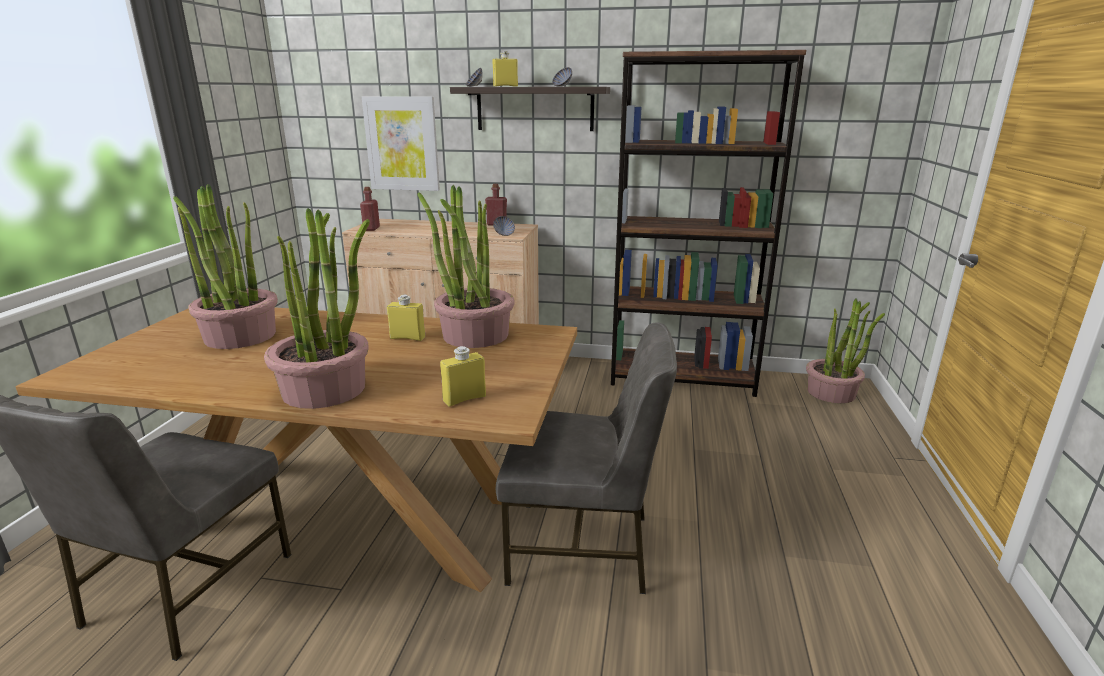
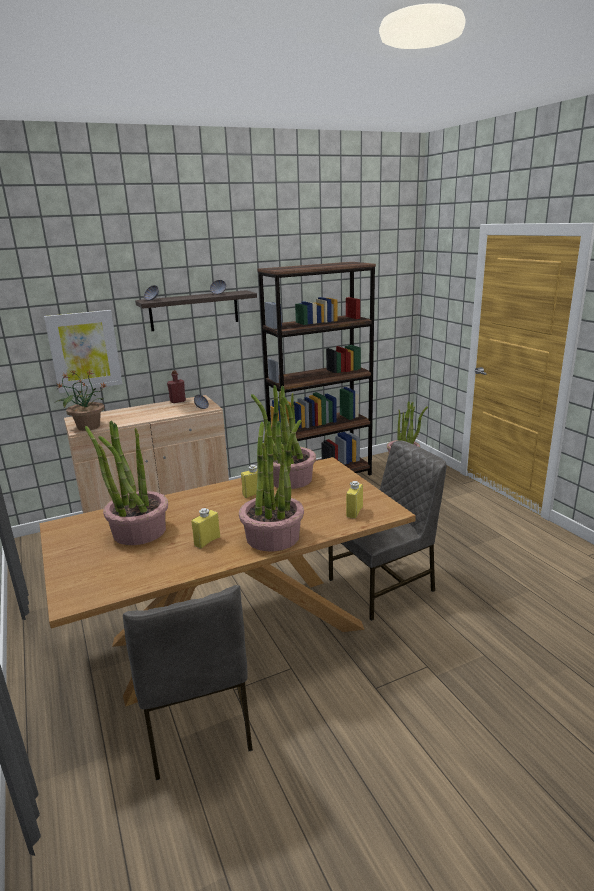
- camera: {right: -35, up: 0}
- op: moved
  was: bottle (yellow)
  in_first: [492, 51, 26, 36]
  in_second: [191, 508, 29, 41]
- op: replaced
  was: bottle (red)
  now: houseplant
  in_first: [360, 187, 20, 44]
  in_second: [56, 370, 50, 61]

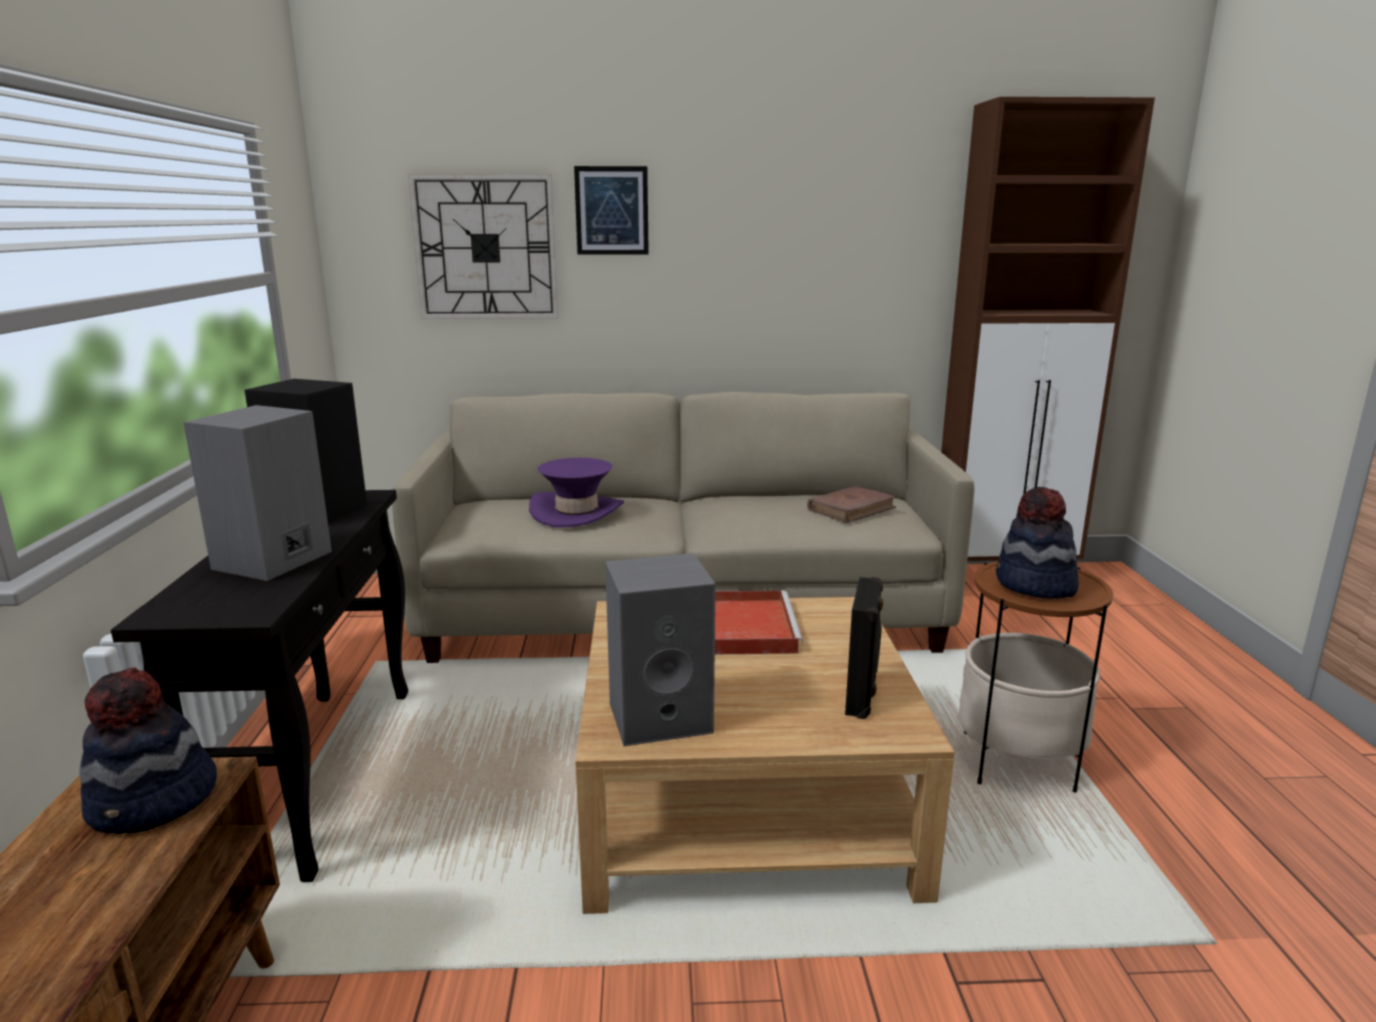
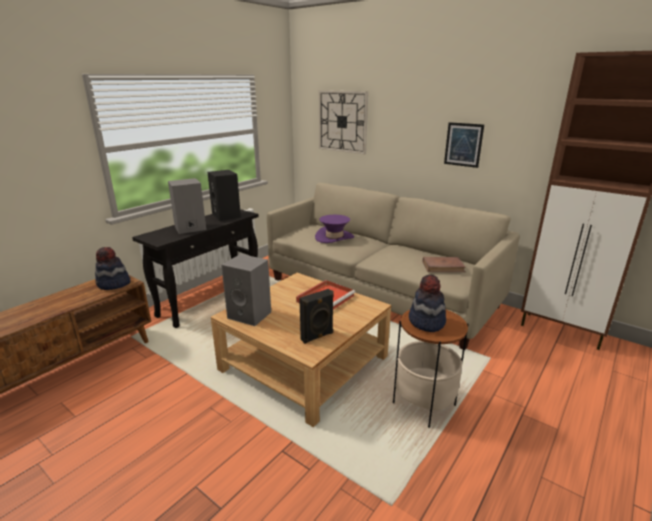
- camera: {right: 40, up: 5}
- op: moved
  was: picture
  in_first: [574, 166, 75, 89]
  in_second: [444, 122, 40, 46]

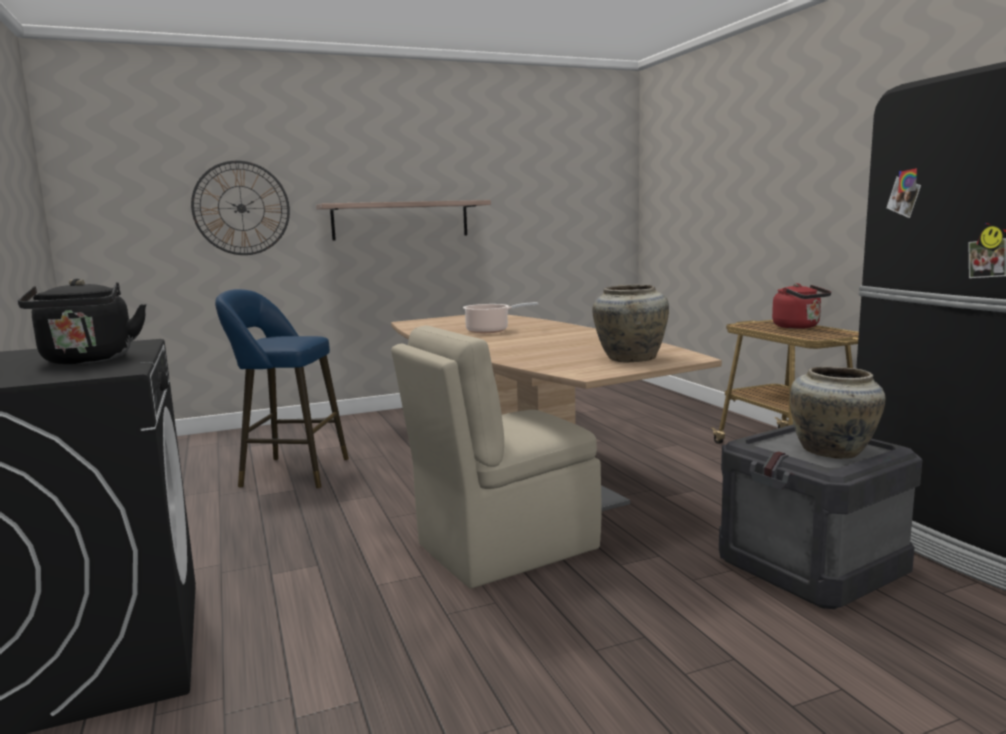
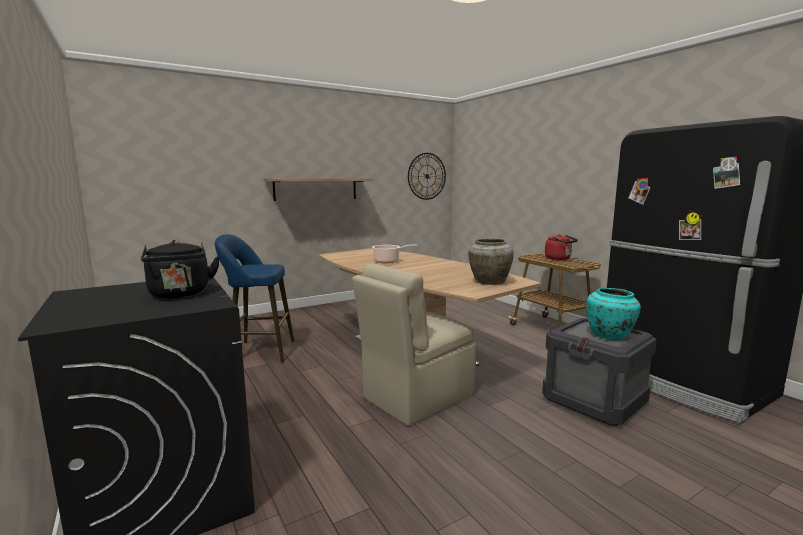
- camera: {right: -10, up: 0}
- op: moved
  was: wall clock
  in_first: [191, 160, 99, 95]
  in_second: [408, 153, 38, 47]
- op: recoloured
  was: decorative vase (sand-coloured)
  now: decorative vase (turquoise-coloured)
  in_first: [790, 367, 95, 92]
  in_second: [586, 288, 55, 52]

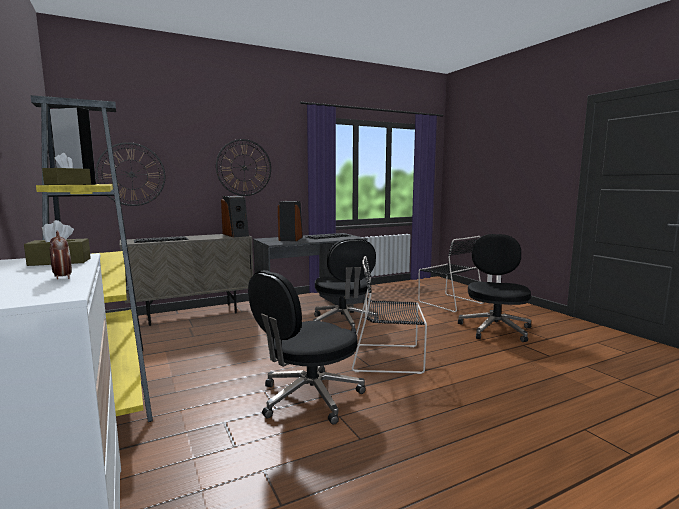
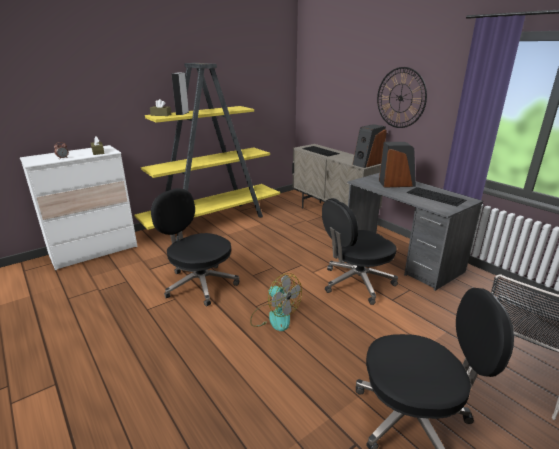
- camera: {right: 80, up: 15}
- op: removed
  was: wall clock
  in_first: [96, 142, 69, 64]
- op: replaced
  was: plain chair (black-coloured)
  now: cooling fan
  in_first: [352, 256, 75, 118]
  in_second: [250, 273, 52, 58]

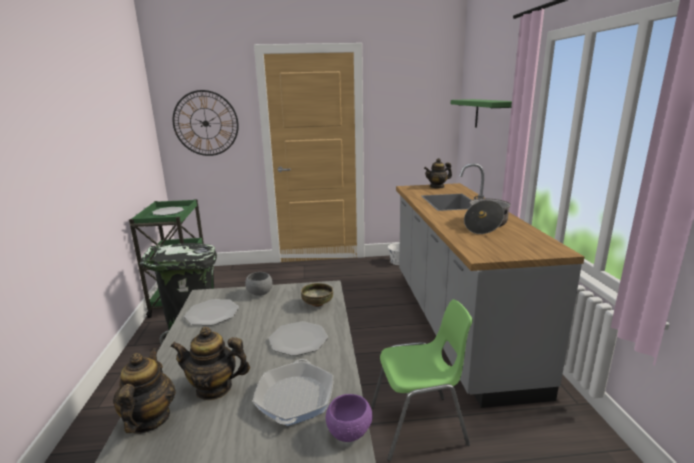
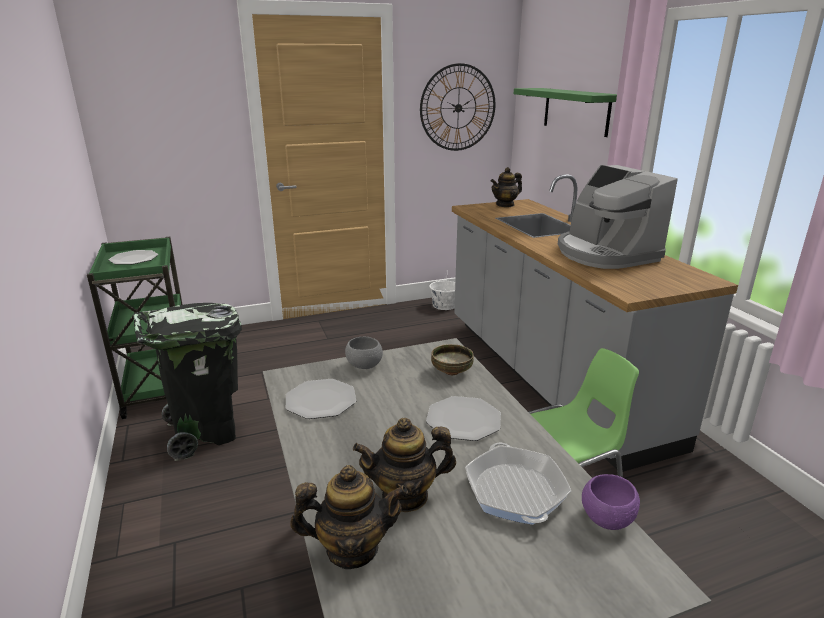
- camera: {right: -15, up: 5}
- op: moved
  was: wall clock
  in_first: [173, 90, 66, 66]
  in_second: [420, 63, 75, 88]
- op: replaced
  was: stockpot
  now: coffee maker
  in_first: [464, 196, 47, 38]
  in_second: [558, 165, 120, 104]
- op: turned
  was: pot for tea
  in_first: [113, 348, 63, 86]
  in_second: [290, 465, 118, 104]
  clockwise: 105

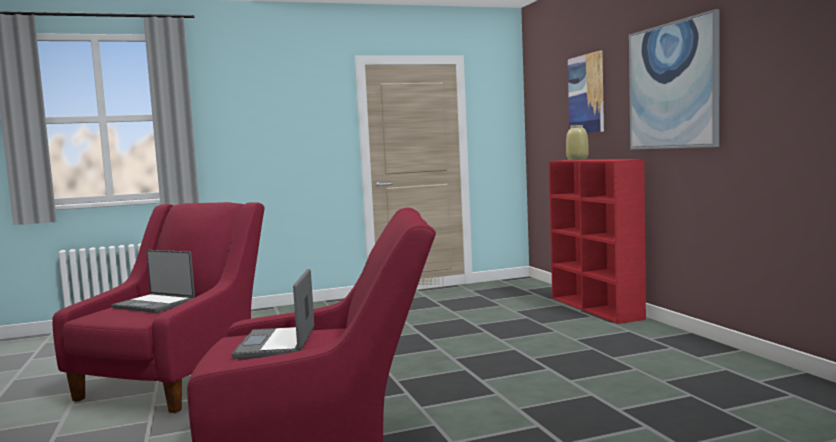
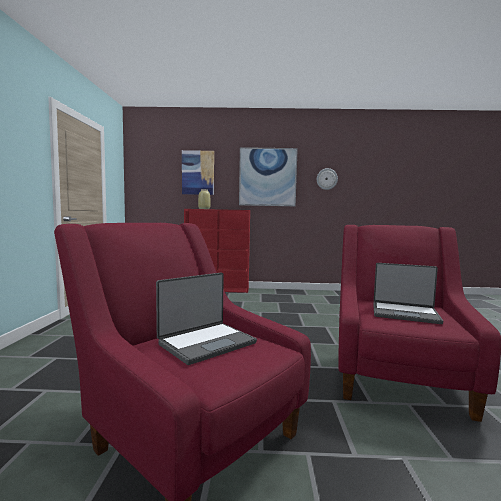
- camera: {right: -70, up: 0}
- op: added
  now: wall clock
  in_second: [317, 168, 21, 22]

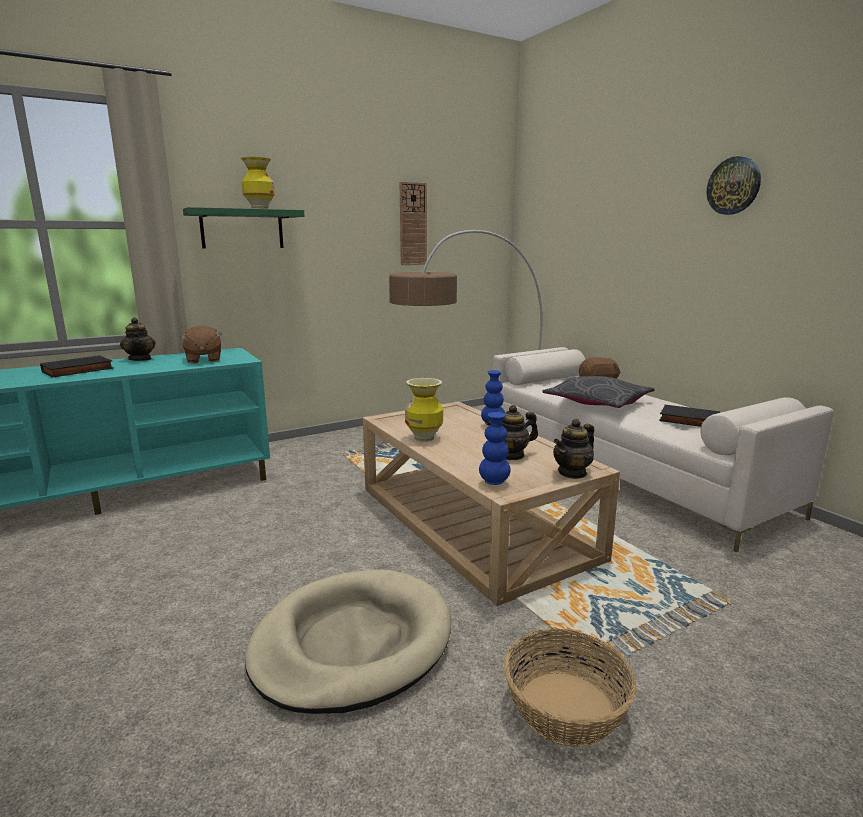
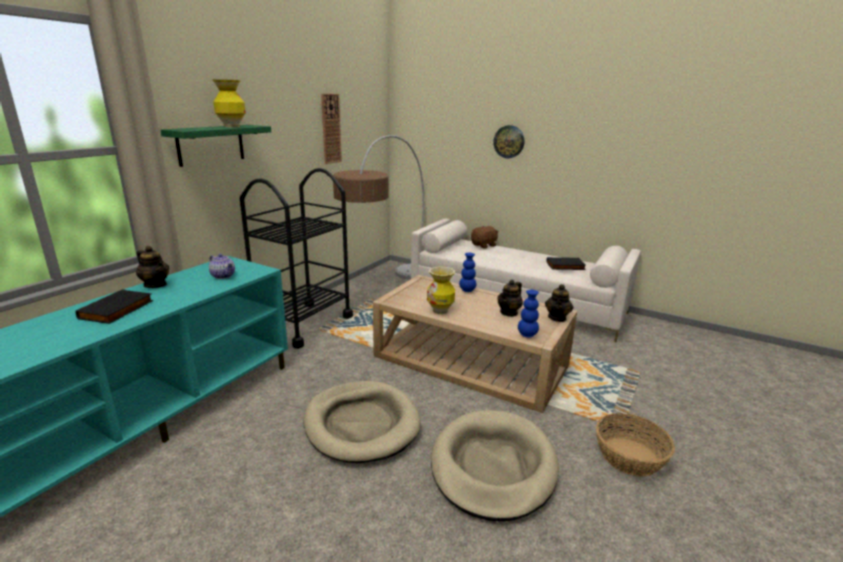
- camera: {right: -30, up: 5}
- op: moved
  was: wall clock
  in_first: [707, 156, 54, 59]
  in_second: [493, 125, 31, 33]
- op: replaced
  was: soft toy (brown-coloured)
  now: pot for tea
  in_first: [179, 325, 43, 38]
  in_second: [209, 254, 26, 25]
- op: removed
  was: throw pillow (gray)
  in_first: [542, 376, 113, 32]
- op: added
  now: trolley (black-coloured)
  in_second: [240, 168, 113, 181]
- op: added
  now: dog cushion (sand-coloured)
  in_second: [304, 381, 117, 82]

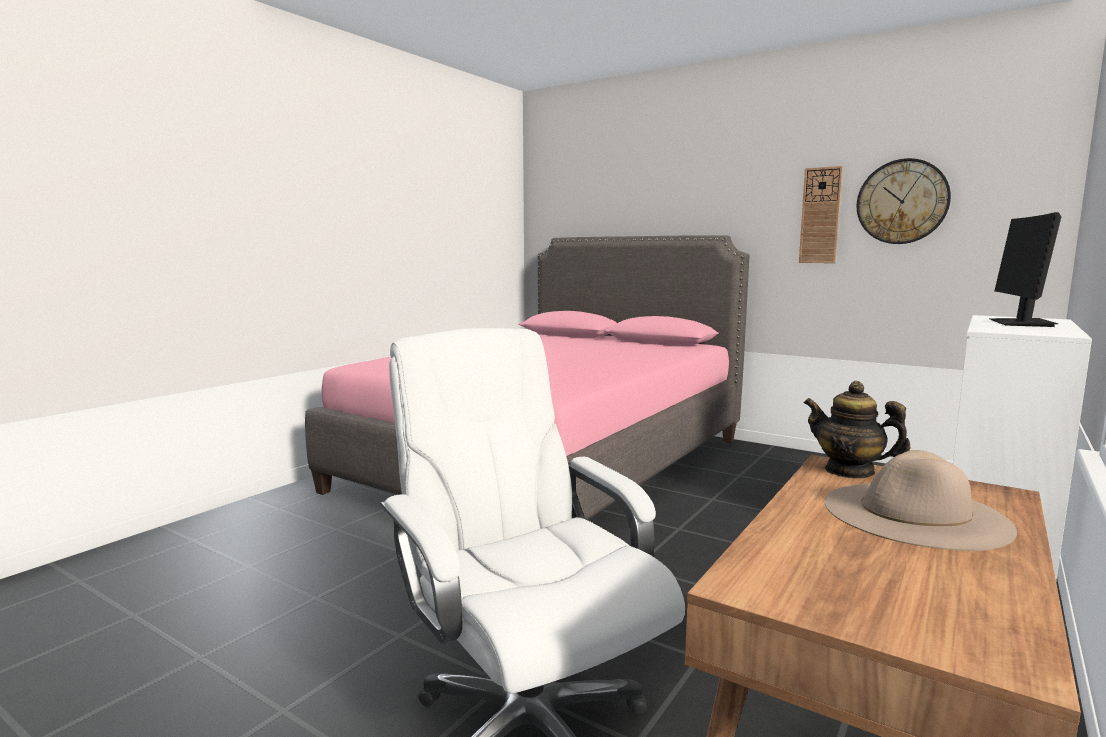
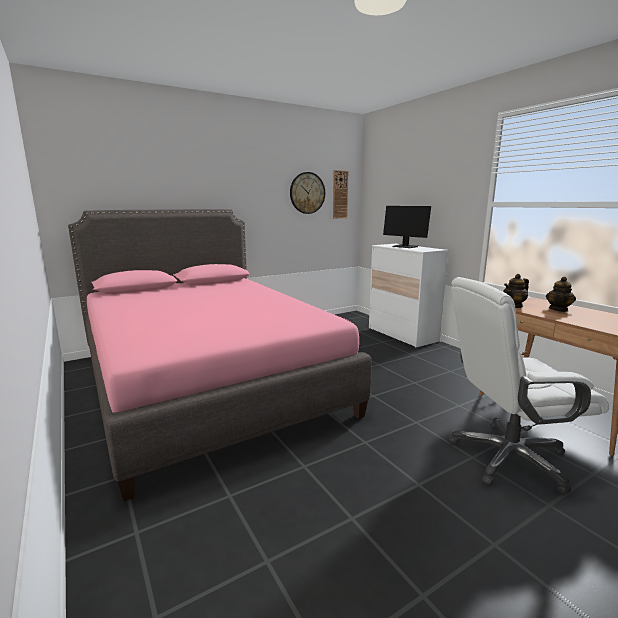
- camera: {right: -65, up: 5}
- op: moved
  was: wall clock
  in_first: [799, 166, 44, 97]
  in_second: [333, 170, 16, 48]
- op: replaced
  was: clothing hat (sand-coloured)
  now: pot for tea
  in_first: [825, 450, 192, 101]
  in_second: [546, 276, 30, 36]

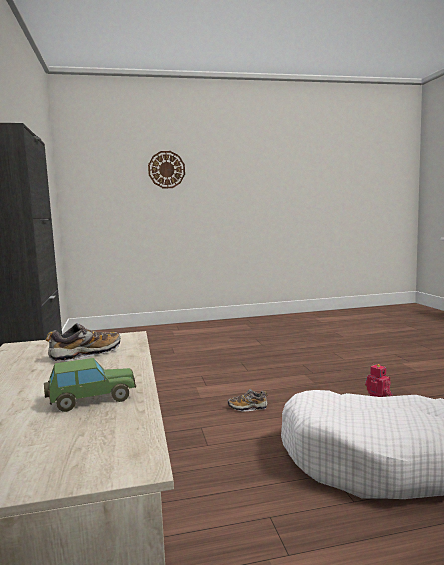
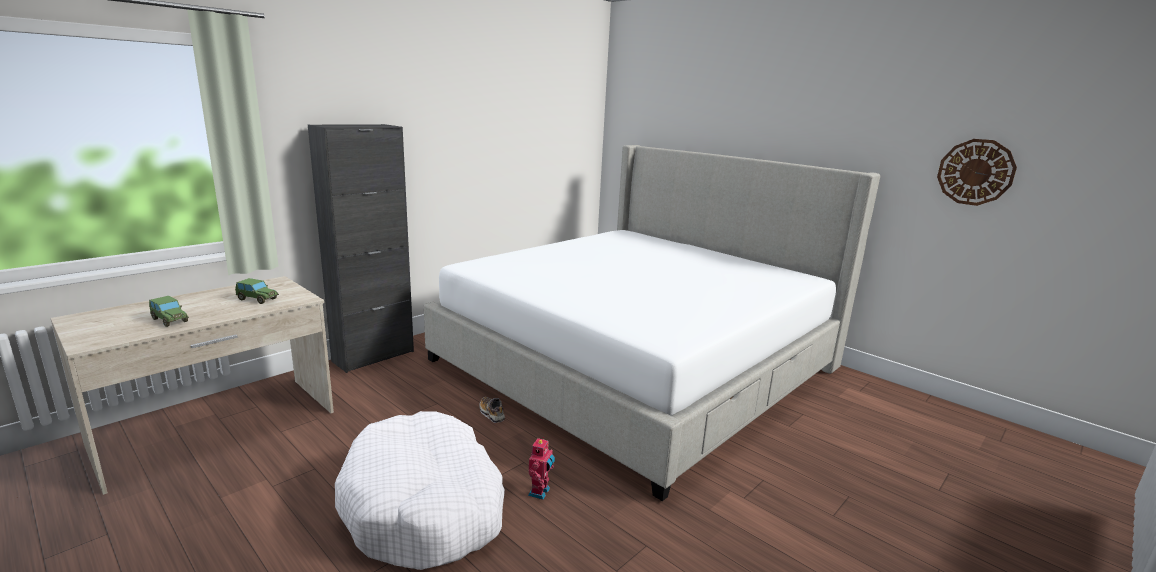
- camera: {right: 55, up: 10}
- op: moved
  was: wall clock
  in_first: [148, 151, 37, 37]
  in_second: [937, 139, 80, 67]
- op: replaced
  was: item of footwear
  now: model car
  in_first: [46, 323, 74, 38]
  in_second: [235, 278, 44, 26]
- op: added
  now: sleeping bed
  in_second: [424, 145, 456, 356]

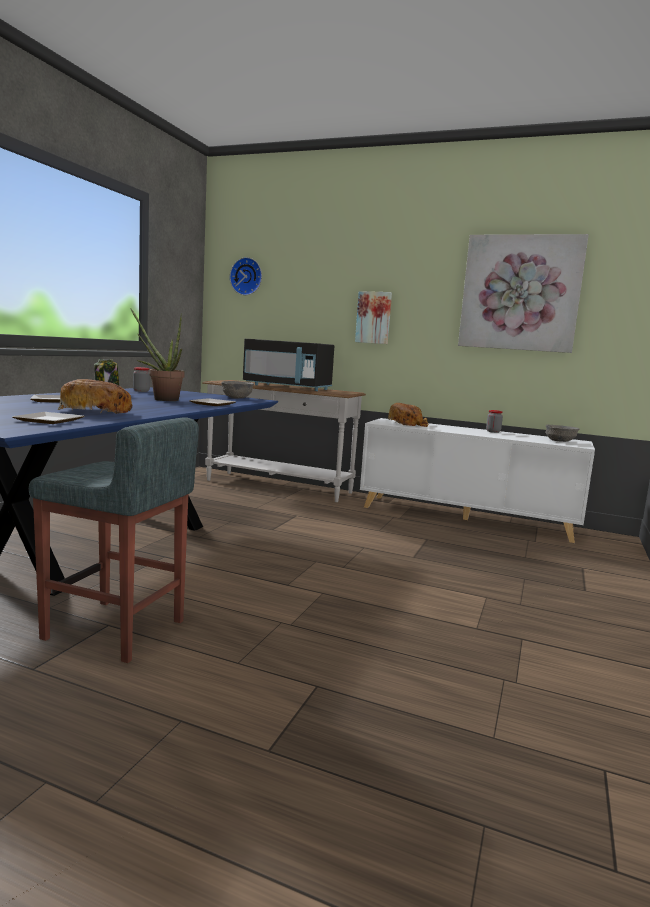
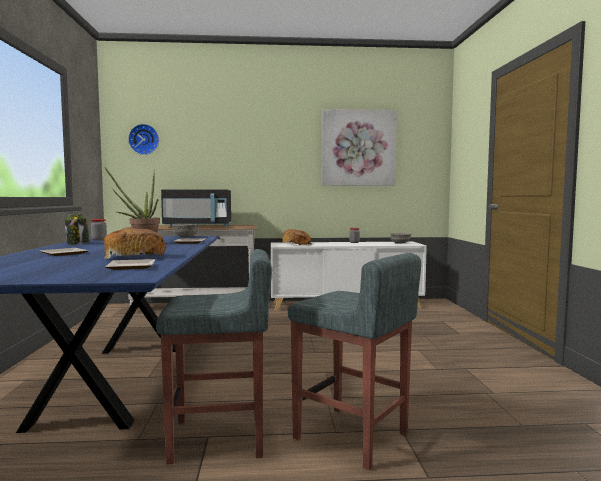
- camera: {right: -25, up: -5}
- op: removed
  was: picture
  in_first: [355, 291, 37, 53]
- op: added
  now: stool seat (gray)
  in_second: [288, 253, 133, 217]

